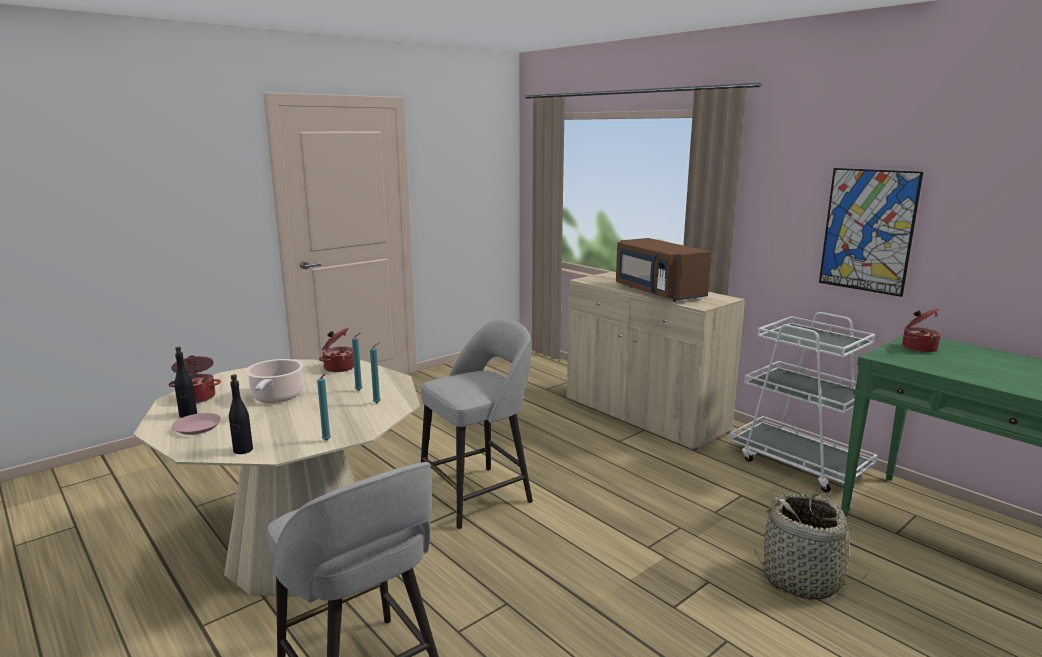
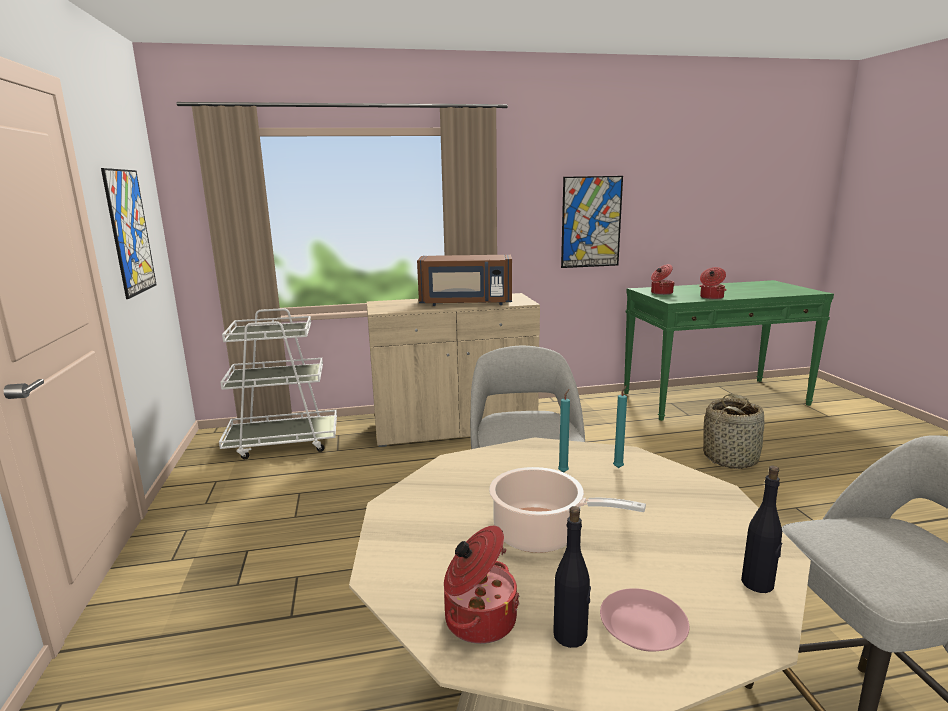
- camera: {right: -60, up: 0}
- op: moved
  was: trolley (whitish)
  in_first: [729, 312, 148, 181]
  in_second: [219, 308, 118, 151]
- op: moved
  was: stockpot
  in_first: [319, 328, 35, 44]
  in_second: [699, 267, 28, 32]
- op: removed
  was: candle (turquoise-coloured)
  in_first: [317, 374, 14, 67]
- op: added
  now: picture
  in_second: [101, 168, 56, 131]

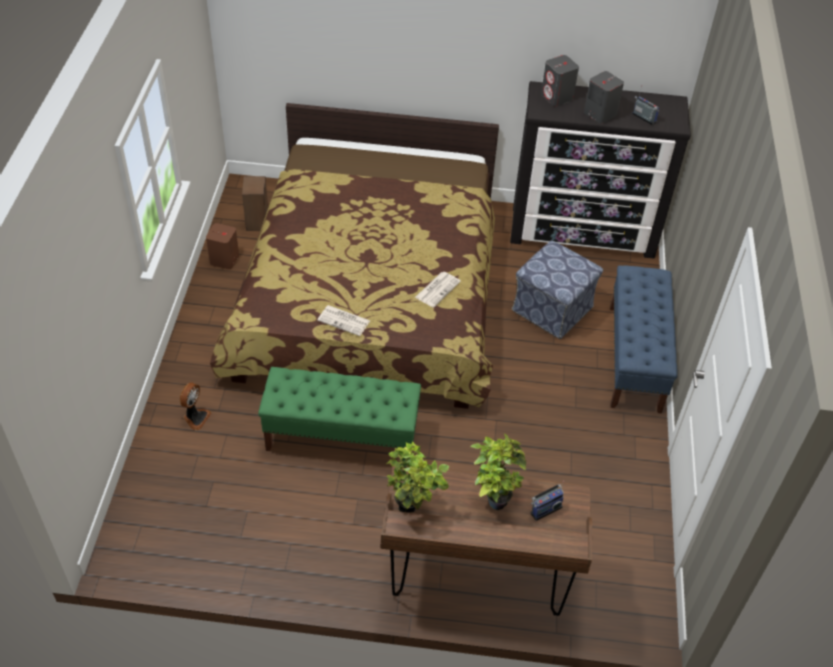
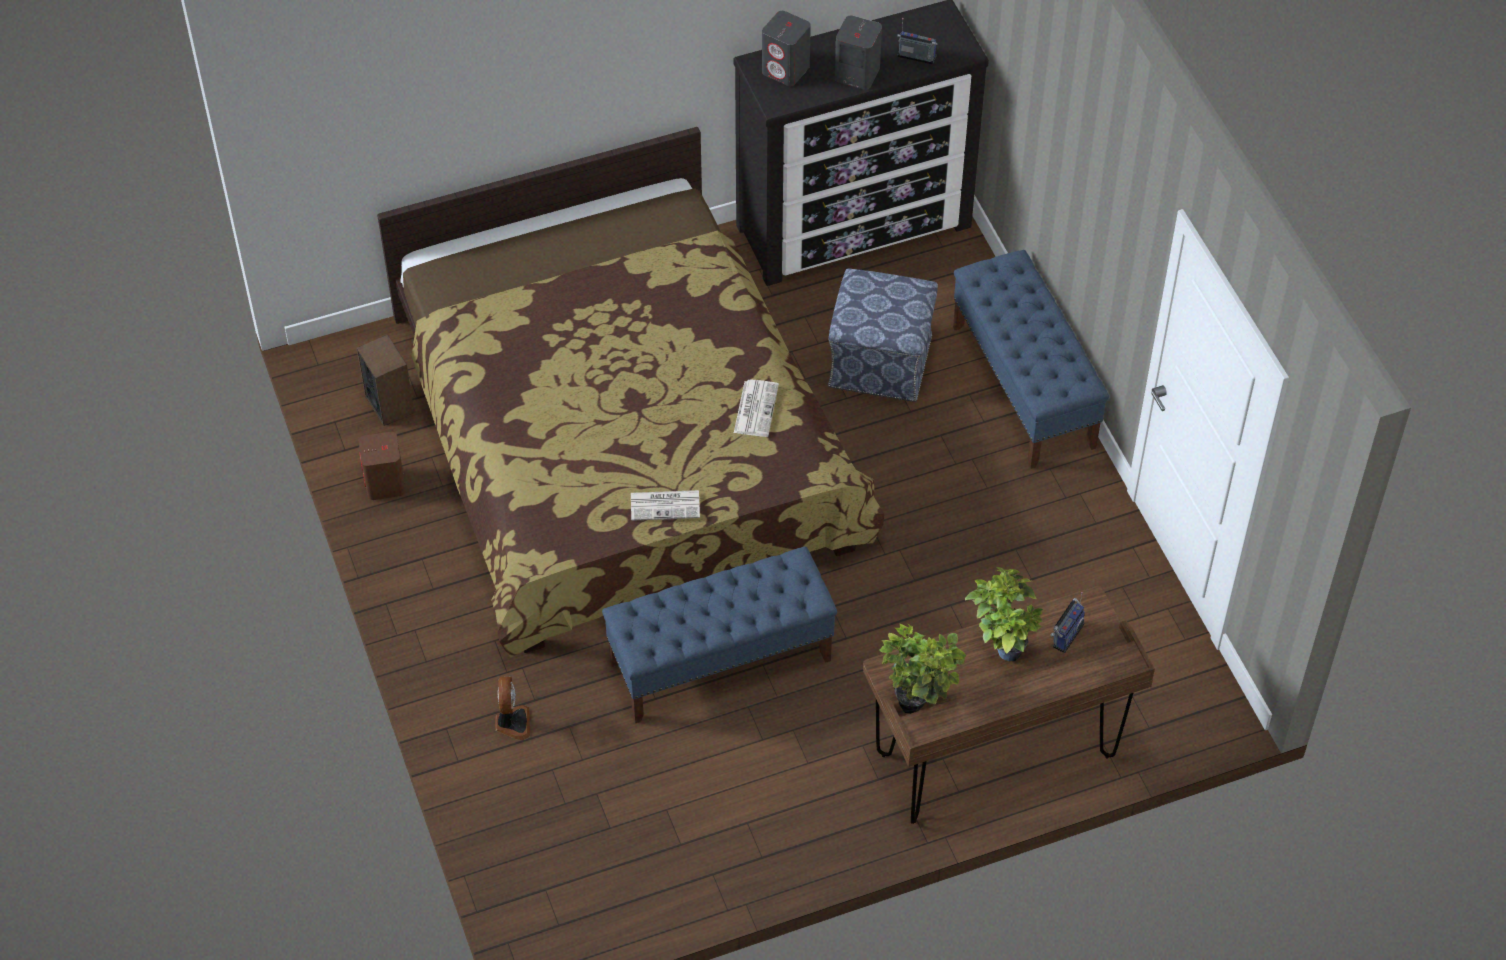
- camera: {right: -25, up: 5}
- op: recoloured
  was: long seat (greenish)
  now: long seat (bluish)
  in_first: [258, 367, 163, 84]
  in_second: [602, 546, 235, 177]

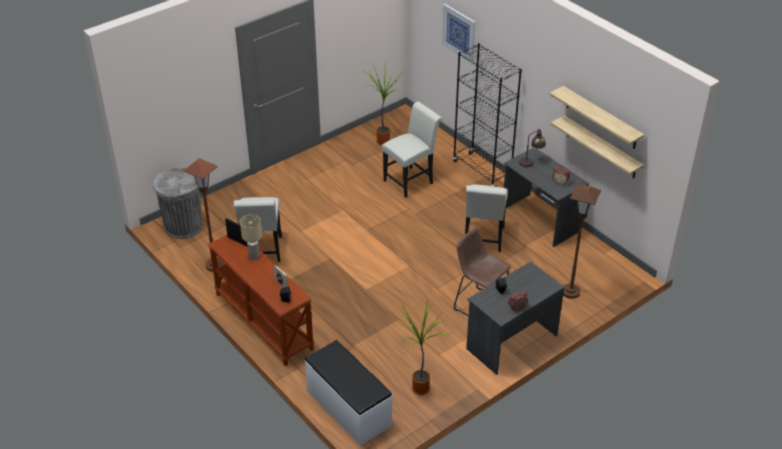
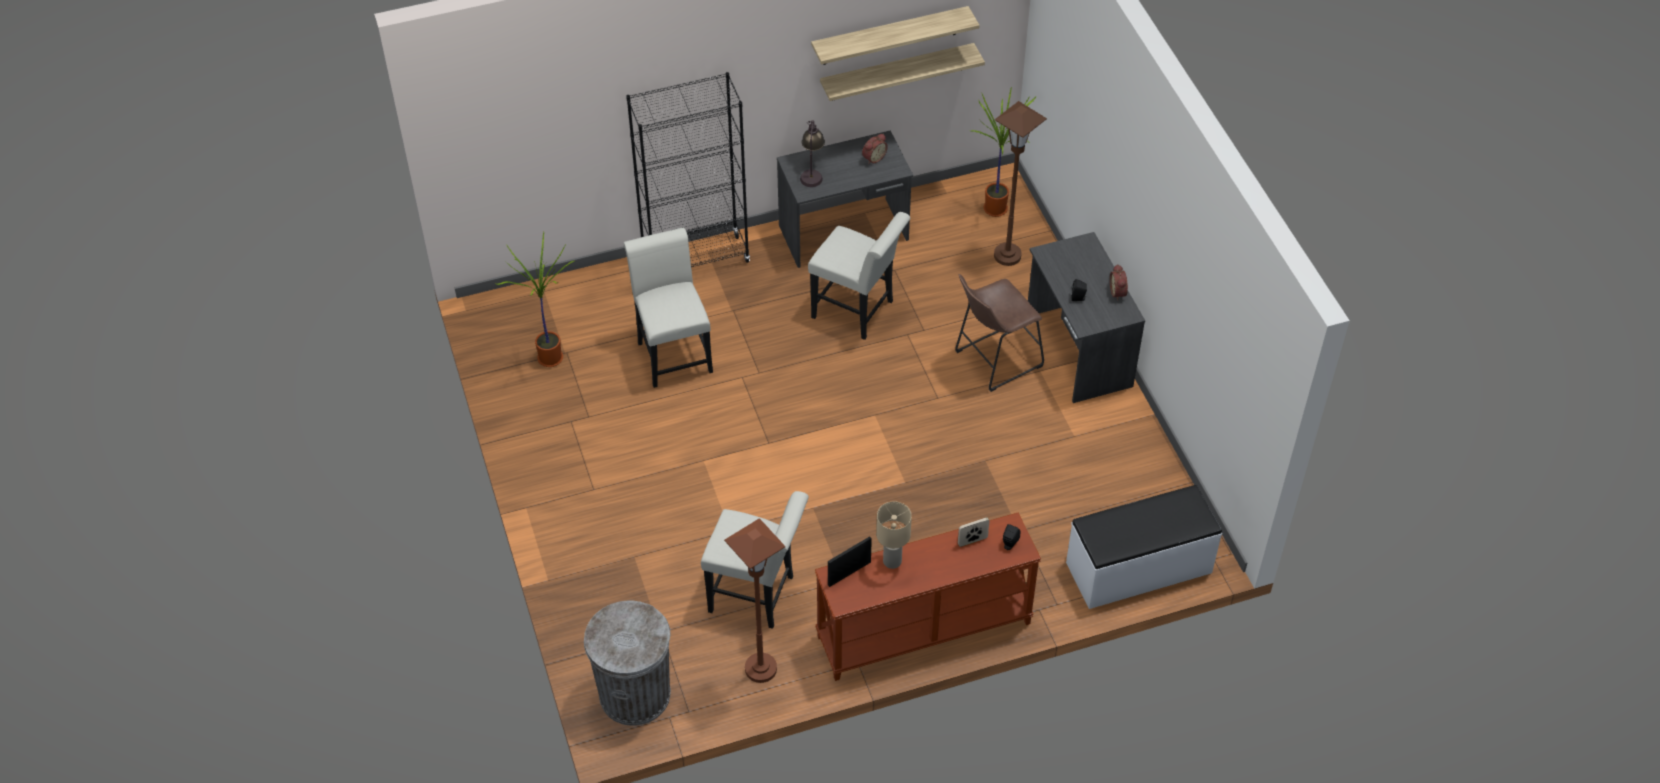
- camera: {right: -70, up: 10}
- op: removed
  was: picture
  in_first: [442, 4, 34, 58]
- op: moved
  was: houseplant
  in_first: [397, 300, 53, 96]
  in_second: [971, 86, 65, 131]

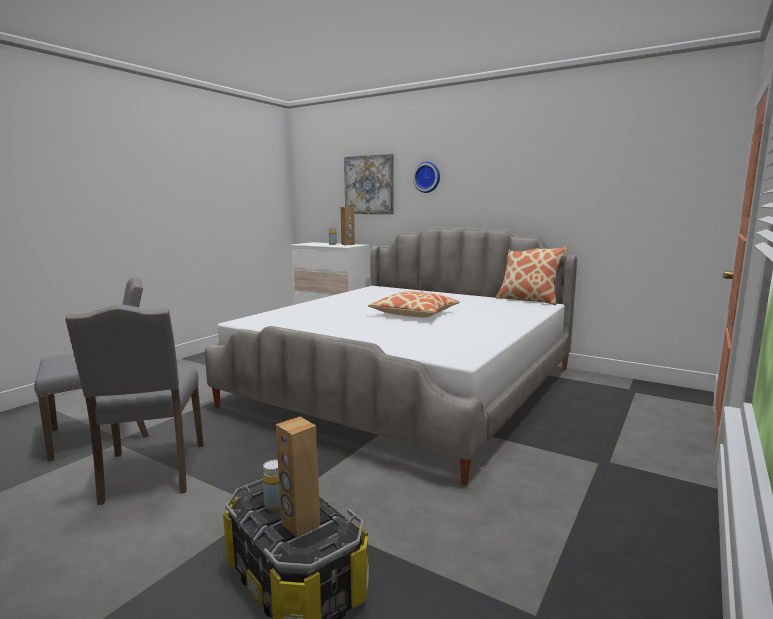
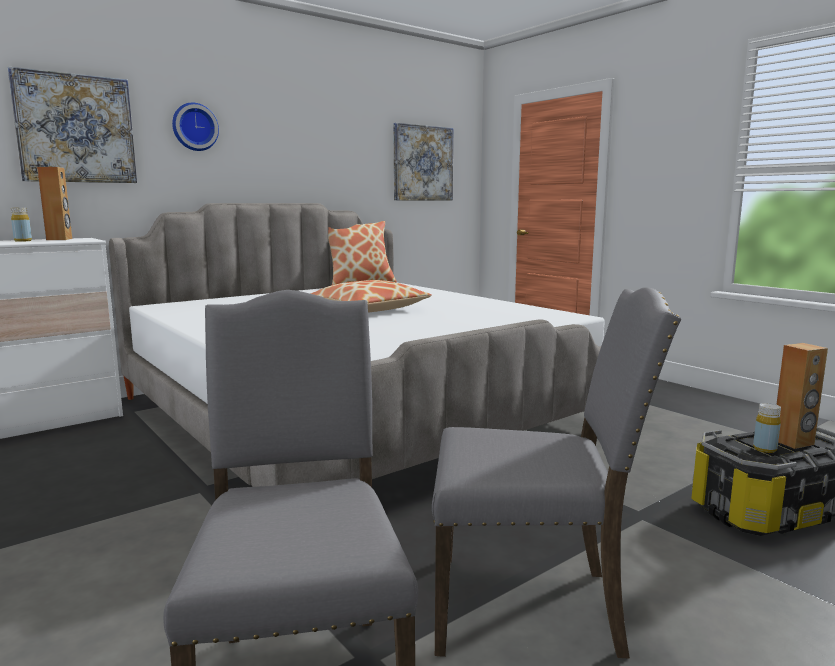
- camera: {right: -70, up: 0}
- op: added
  now: picture
  in_second: [393, 123, 60, 77]

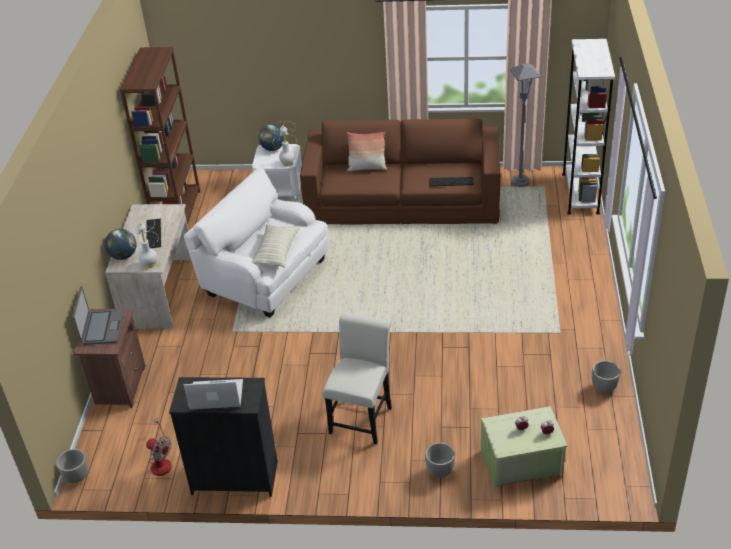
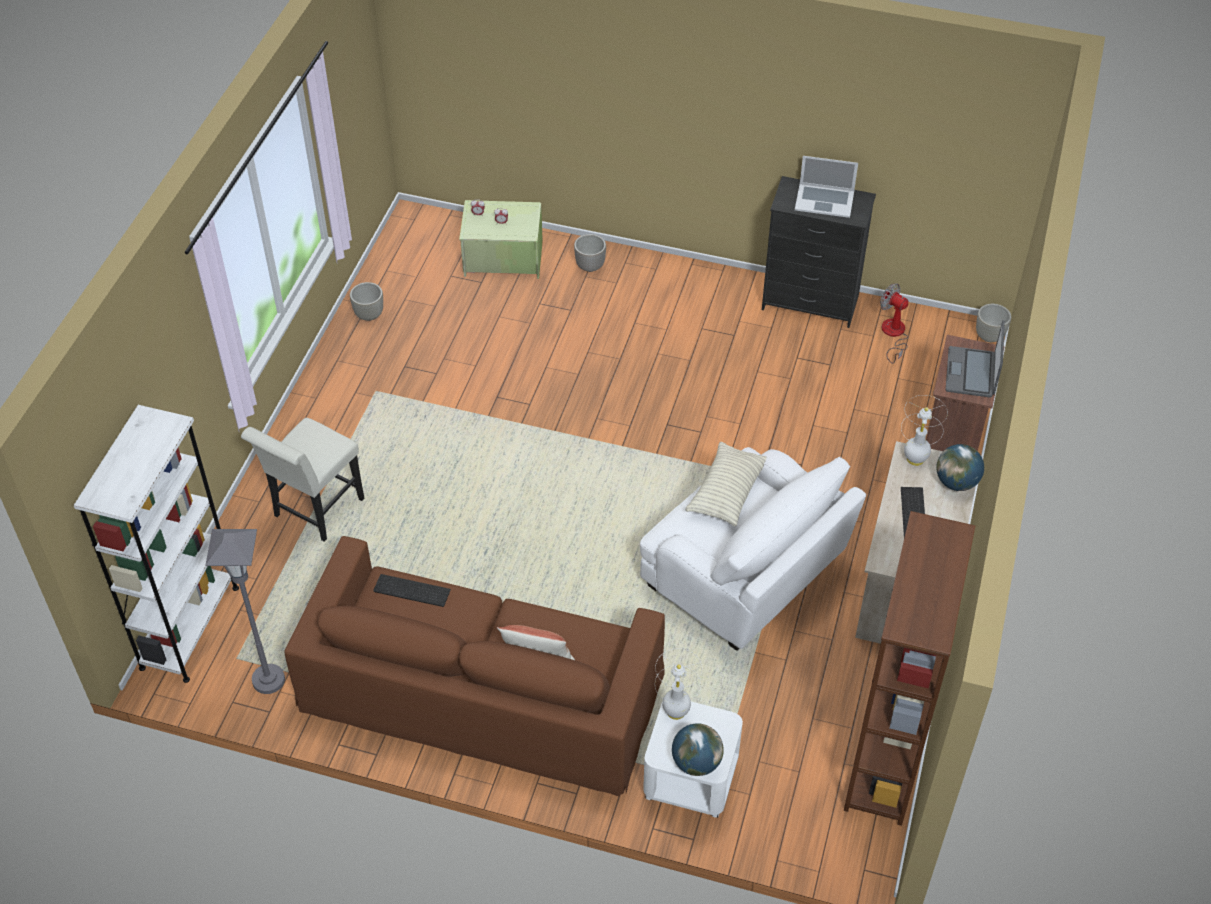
- camera: {right: -170, up: 10}
- op: moved
  was: plain chair (whitish)
  in_first: [322, 312, 70, 132]
  in_second: [241, 418, 123, 124]

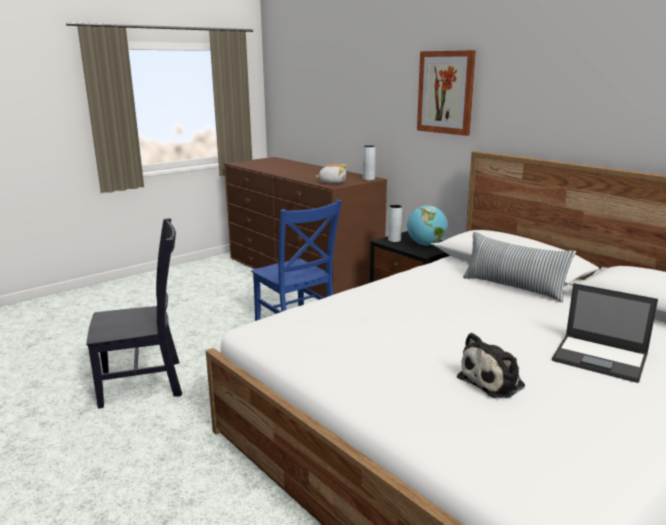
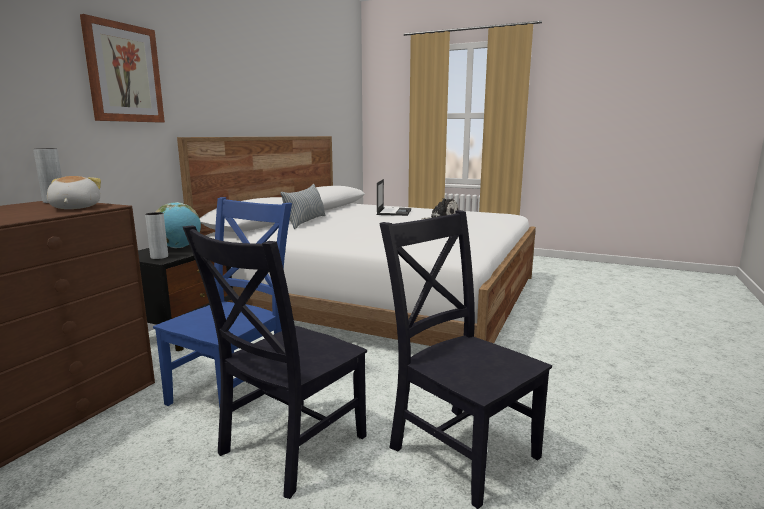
- camera: {right: -115, up: -5}
- op: added
  now: plain chair (black-coloured)
  in_second: [183, 225, 184, 274]

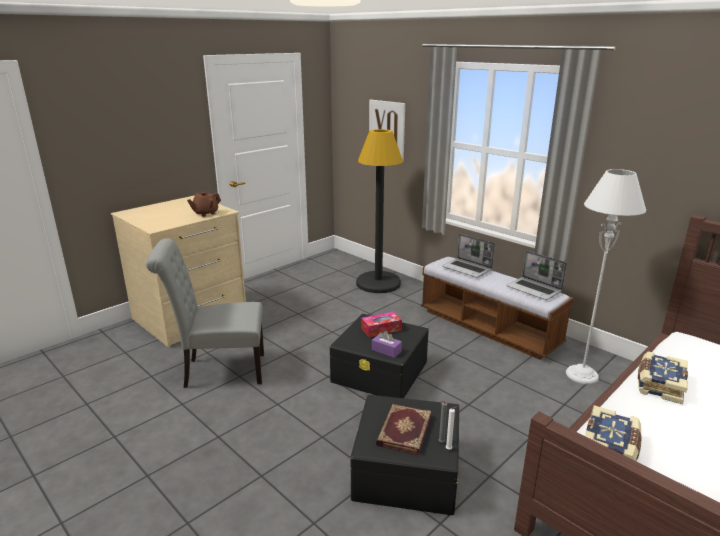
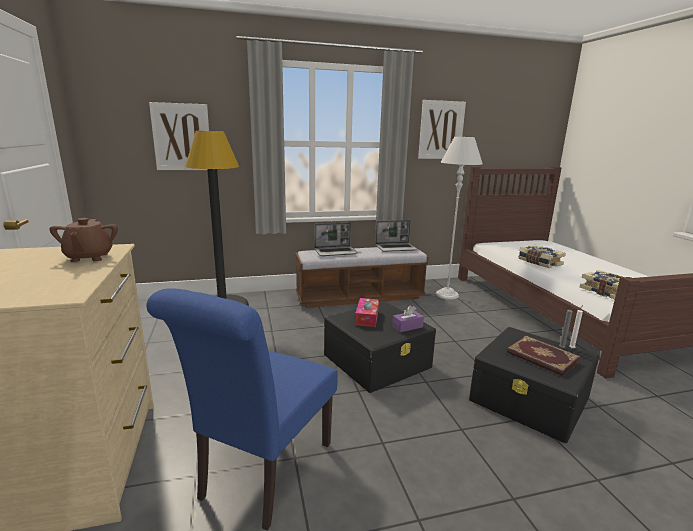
- camera: {right: -60, up: -5}
- op: recoloured
  was: plain chair (gray)
  now: plain chair (bluish)
  in_first: [146, 238, 118, 150]
  in_second: [146, 288, 192, 243]
- op: added
  now: picture
  in_second: [418, 100, 48, 59]

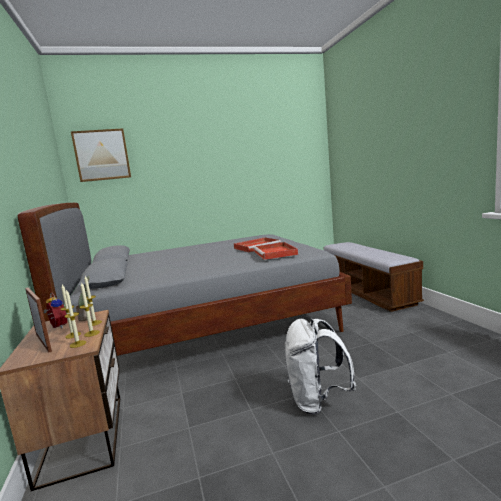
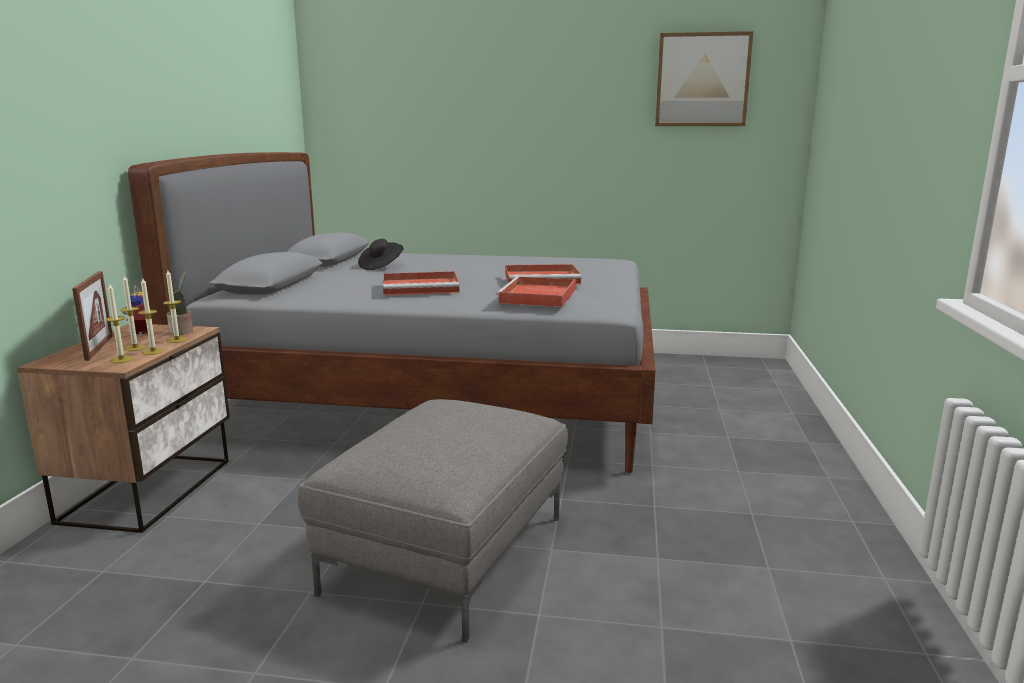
- camera: {right: 25, up: 5}
- op: moved
  was: picture
  in_first: [71, 128, 60, 54]
  in_second: [655, 31, 98, 95]
- op: removed
  was: long seat
  in_first: [324, 242, 100, 70]
- op: replaced
  was: knapsack (whitish)
  now: pouffe (gray)
  in_first: [285, 319, 71, 96]
  in_second: [297, 399, 271, 243]
- op: added
  now: clothing hat (black-coloured)
  in_second: [358, 239, 45, 31]
- op: added
  now: serving tray (red)
  in_second: [383, 271, 77, 25]

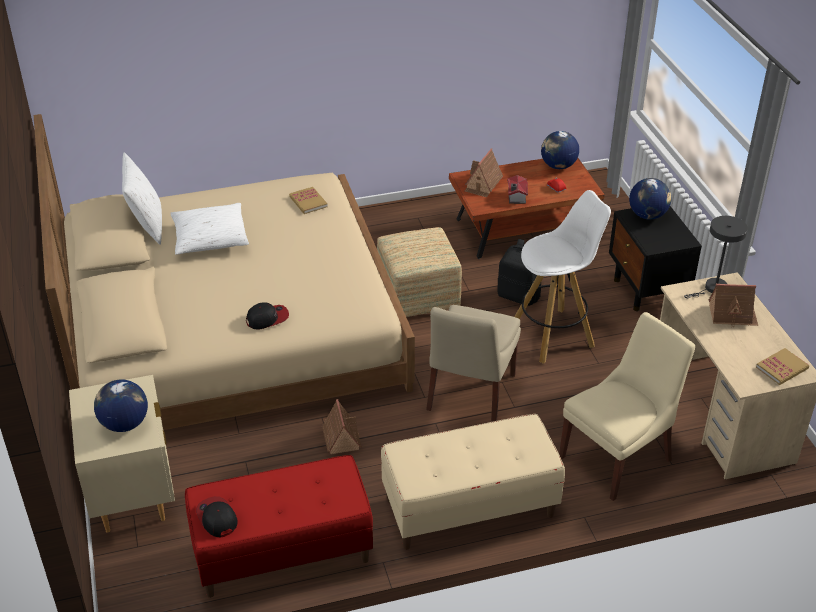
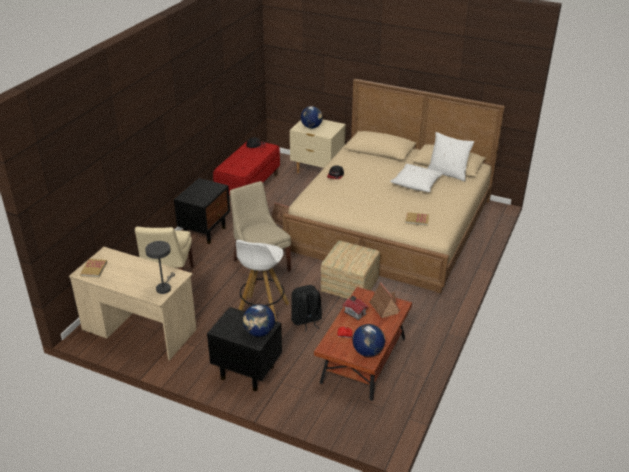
- camera: {right: 130, up: -5}
- op: removed
  was: toy house
  in_first: [708, 284, 50, 43]
- op: replaced
  was: long seat (sand-coloured)
  now: night table (black-coloured)
  in_first: [381, 414, 184, 136]
  in_second: [174, 178, 56, 66]

